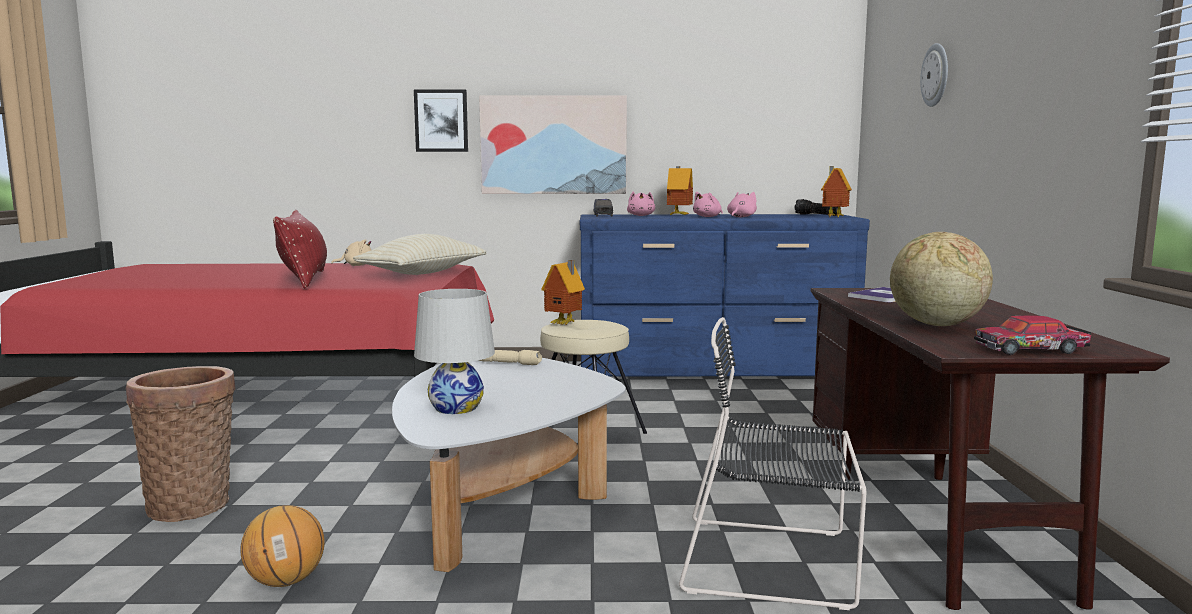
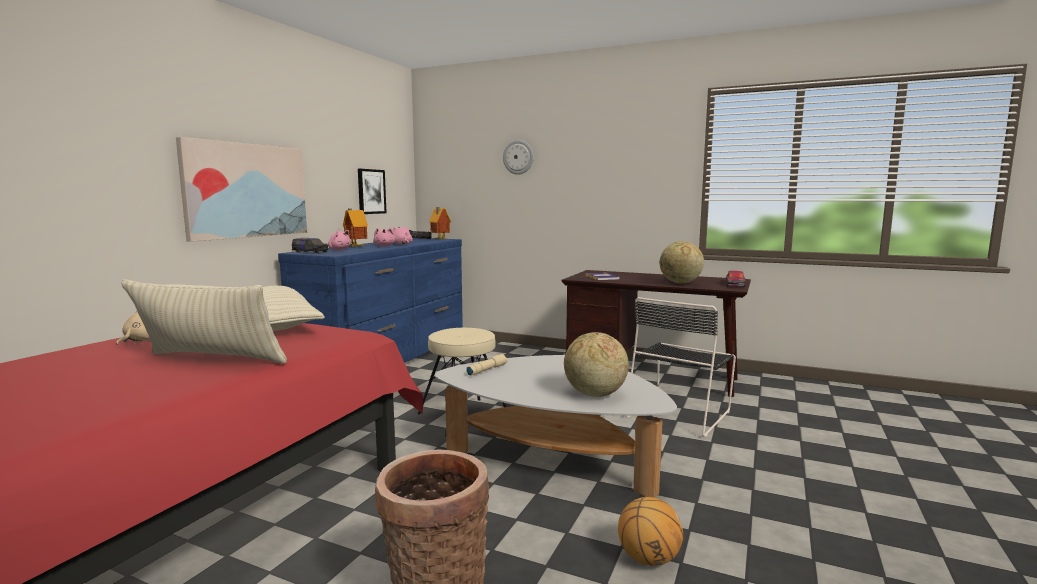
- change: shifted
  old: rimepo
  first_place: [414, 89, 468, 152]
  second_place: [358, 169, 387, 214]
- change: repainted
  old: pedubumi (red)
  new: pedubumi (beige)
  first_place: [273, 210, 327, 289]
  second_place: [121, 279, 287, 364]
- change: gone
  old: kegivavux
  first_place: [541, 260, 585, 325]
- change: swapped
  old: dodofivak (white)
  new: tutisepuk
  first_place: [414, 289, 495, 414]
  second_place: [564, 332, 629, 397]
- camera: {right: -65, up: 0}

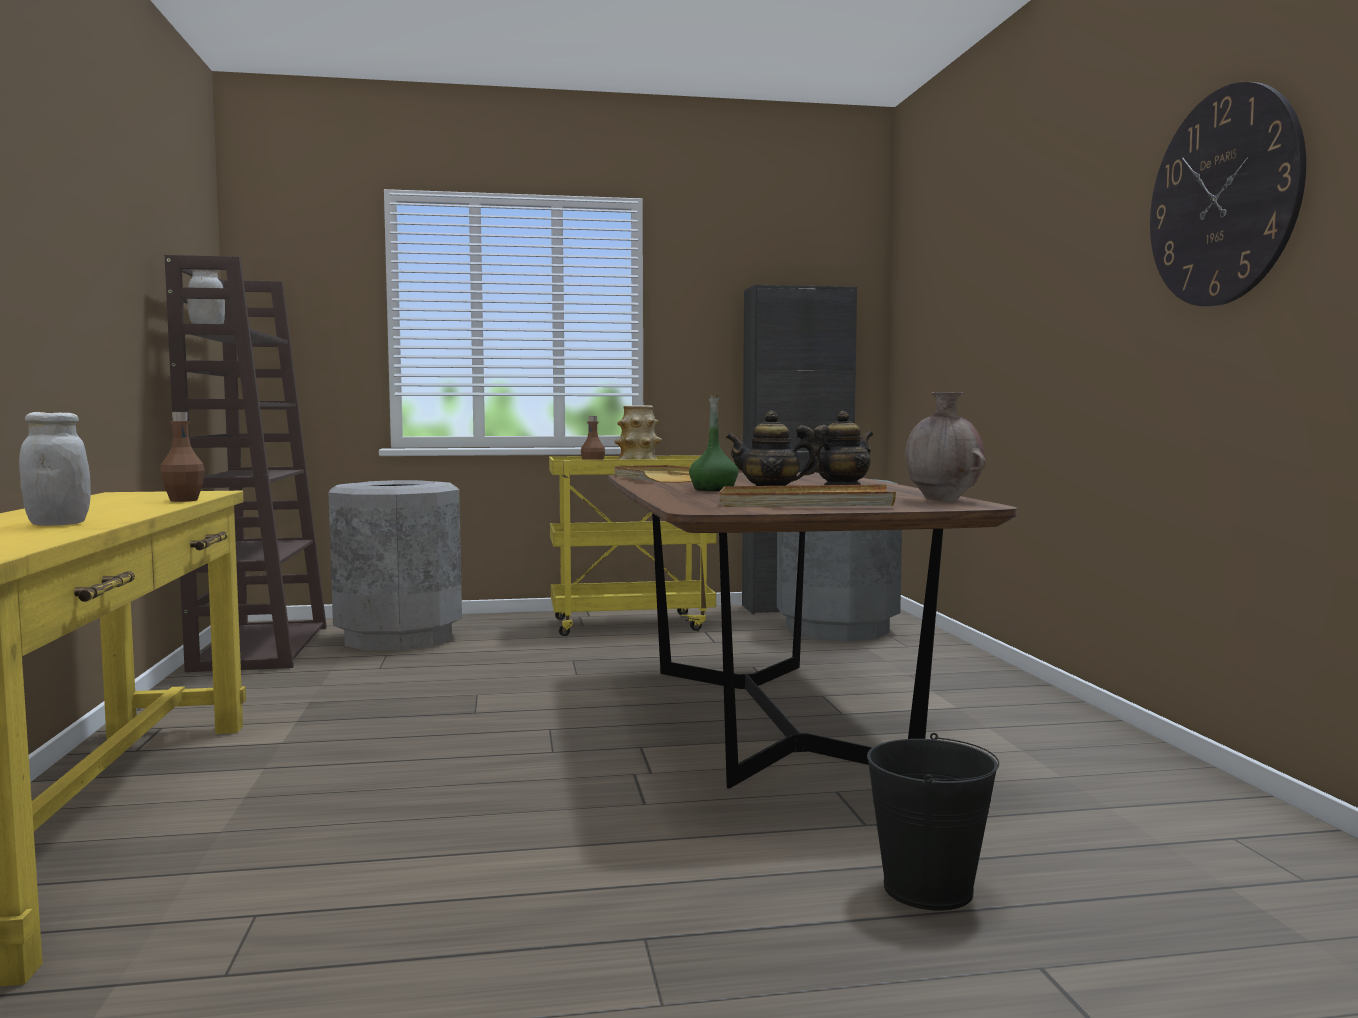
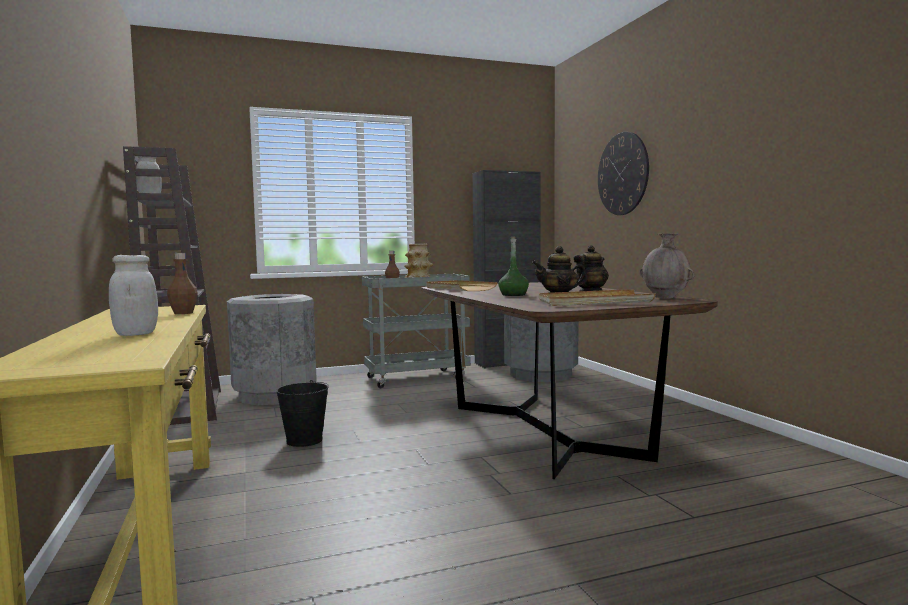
- change: shifted
  old: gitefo
  first_place: [1150, 82, 1306, 306]
  second_place: [598, 132, 649, 215]
- change: repainted
  old: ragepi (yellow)
  new: ragepi (grey)
  first_place: [549, 455, 717, 636]
  second_place: [362, 274, 471, 388]
- change: shifted
  old: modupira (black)
  first_place: [867, 733, 999, 911]
  second_place: [276, 380, 329, 447]
- camera: {right: -10, up: 0}

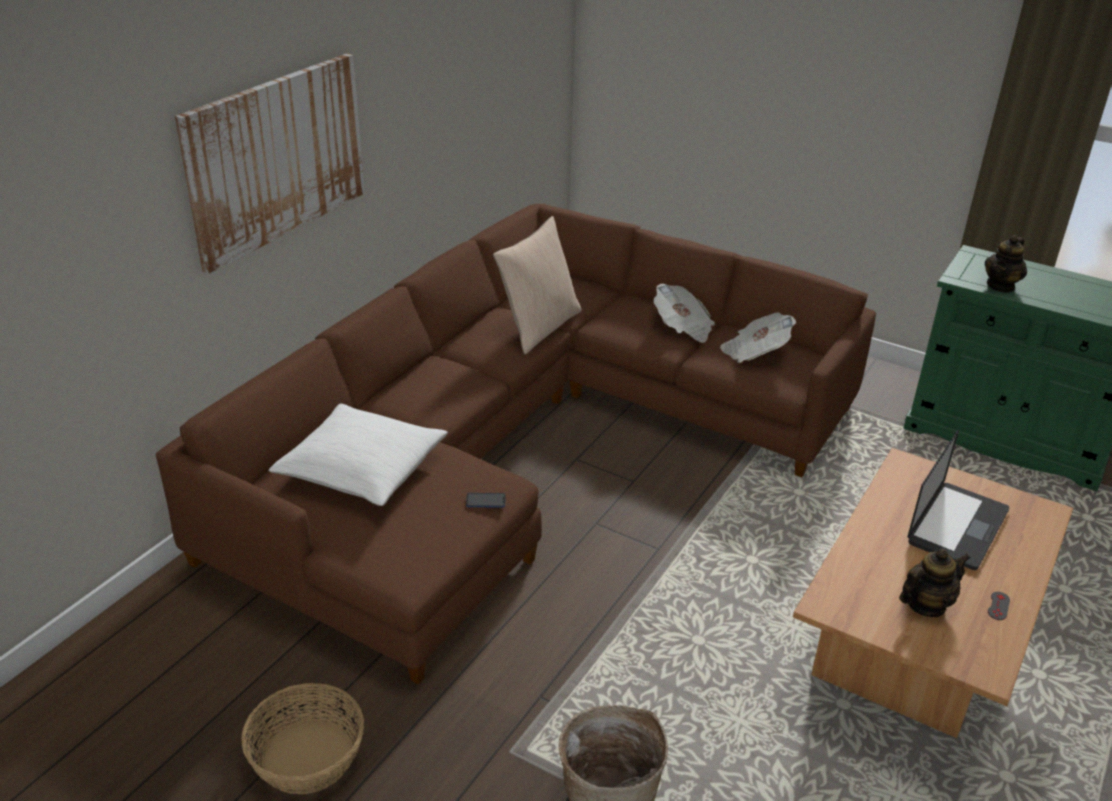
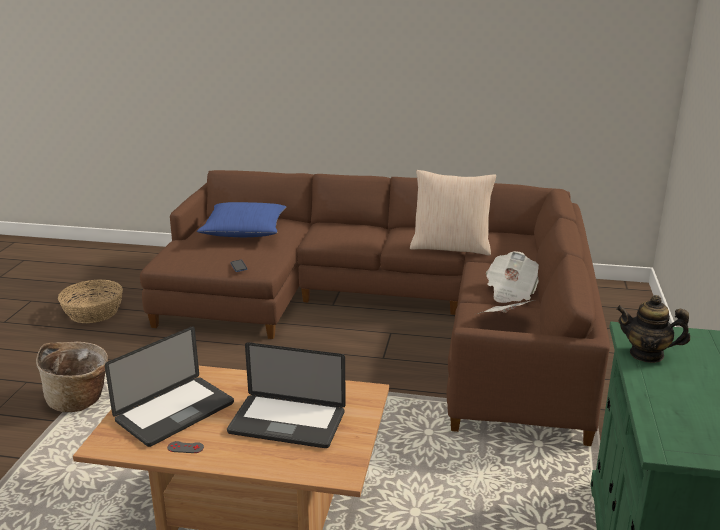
- change: gone
  old: rimepo
  first_place: [175, 53, 365, 274]
- change: repainted
  old: pedubumi (white)
  new: pedubumi (blue)
  first_place: [268, 404, 448, 506]
  second_place: [197, 202, 286, 237]
- change: swapped
  old: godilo
  new: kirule
  first_place: [899, 549, 970, 617]
  second_place: [105, 326, 234, 447]
- camera: {right: 70, up: -10}

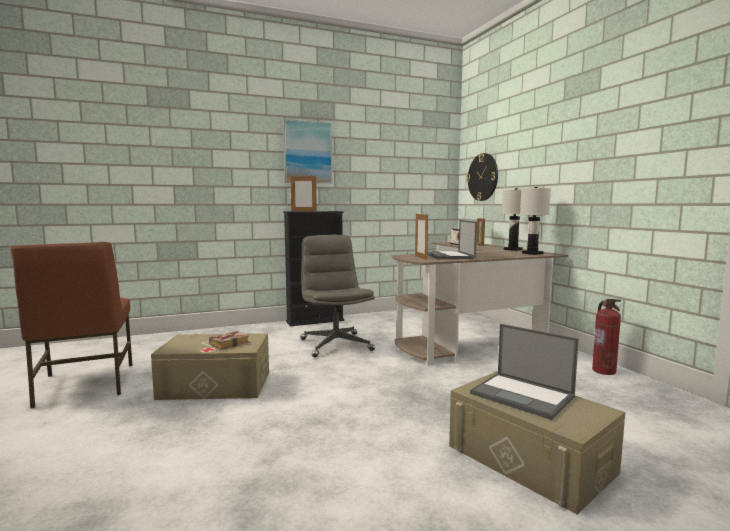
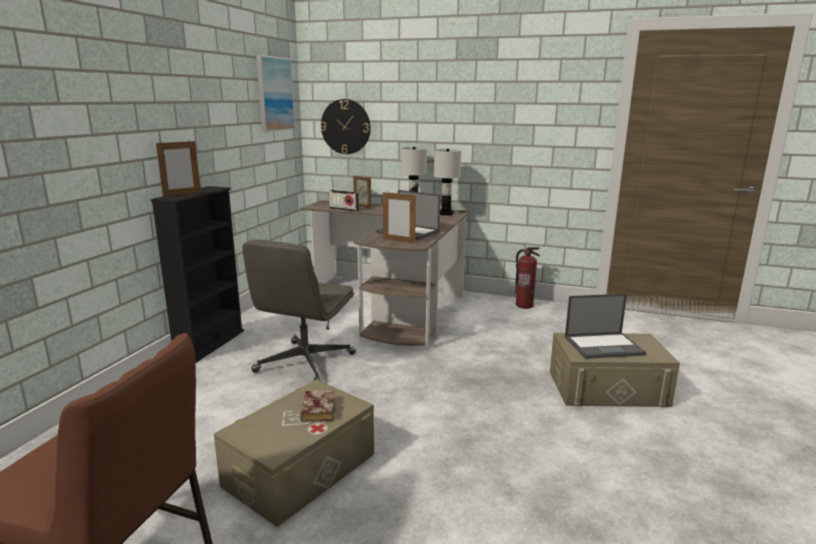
- change: shifted
  old: rimepo
  first_place: [283, 119, 332, 183]
  second_place: [256, 55, 295, 132]
- change: rotated
  old: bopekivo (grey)
  first_place: [301, 235, 375, 357]
  second_place: [242, 239, 356, 382]
  degrees: -90
- camera: {right: -50, up: 10}

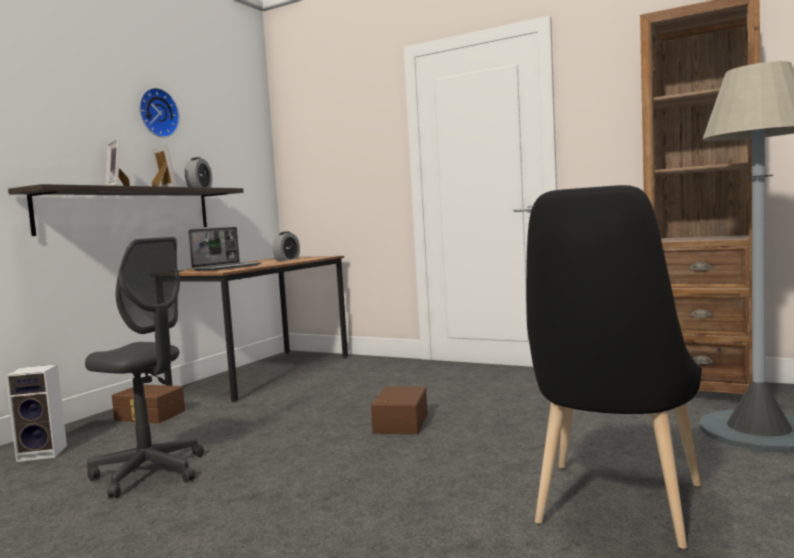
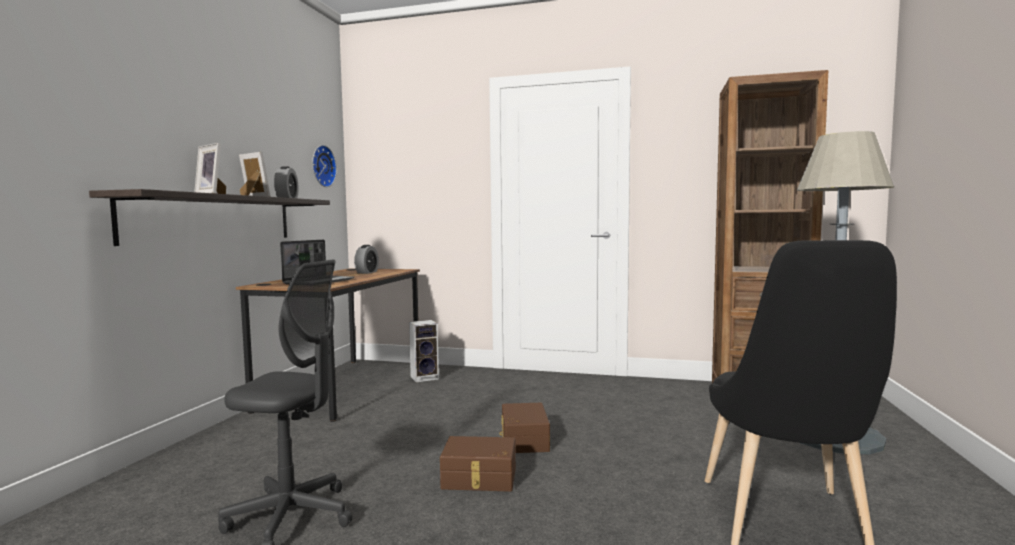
- change: shifted
  old: gitefo
  first_place: [139, 88, 180, 138]
  second_place: [312, 145, 337, 187]
- change: shifted
  old: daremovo
  first_place: [6, 364, 67, 462]
  second_place: [409, 320, 439, 382]
- change: shifted
  old: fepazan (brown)
  first_place: [112, 384, 185, 424]
  second_place: [440, 436, 516, 492]
- camera: {right: -15, up: 0}

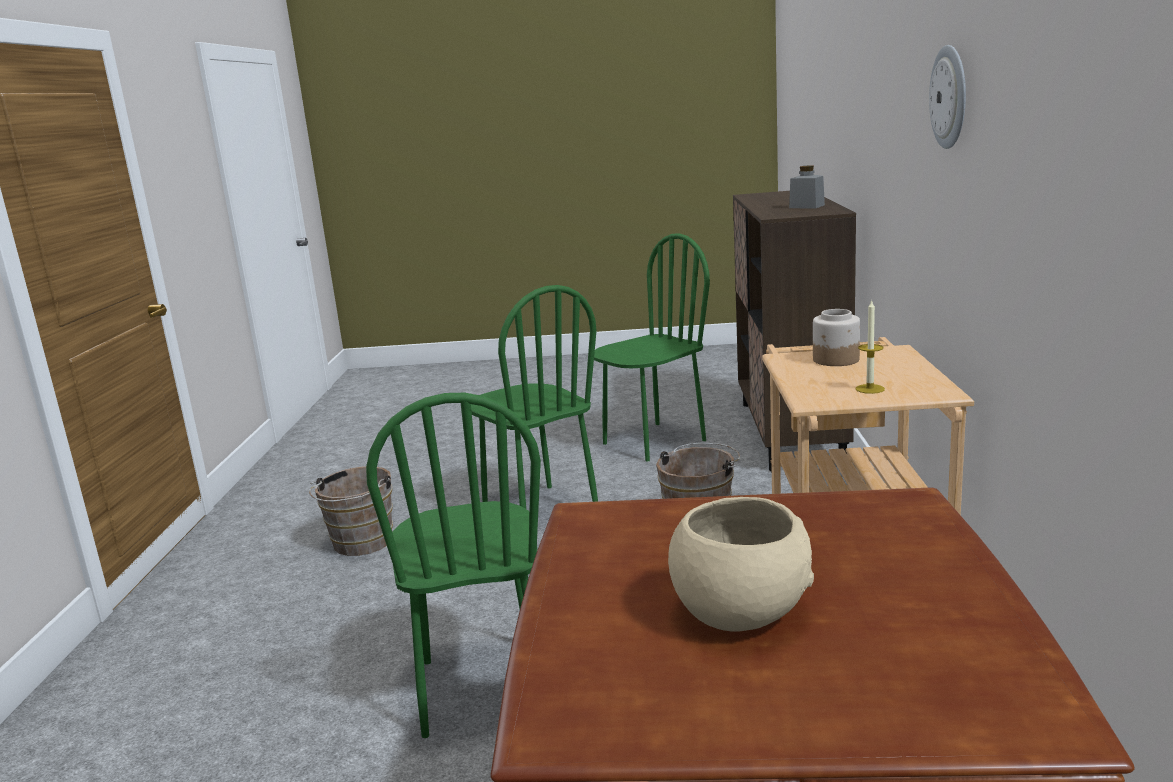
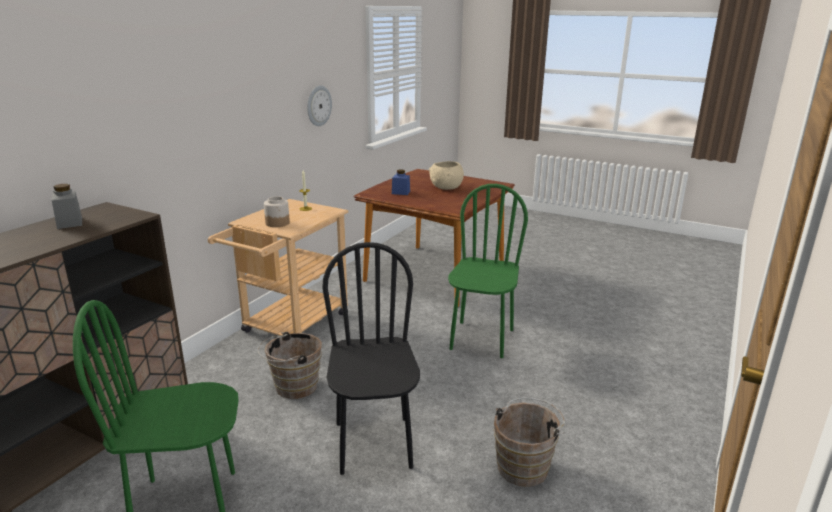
- change: shifted
  old: gitefo
  first_place: [929, 45, 966, 149]
  second_place: [307, 85, 332, 126]
- change: repainted
  old: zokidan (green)
  new: zokidan (black)
  first_place: [471, 285, 598, 509]
  second_place: [322, 242, 420, 475]
- change: new
  new: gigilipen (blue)
  second_place: [392, 169, 410, 195]
- camera: {right: -155, up: 5}

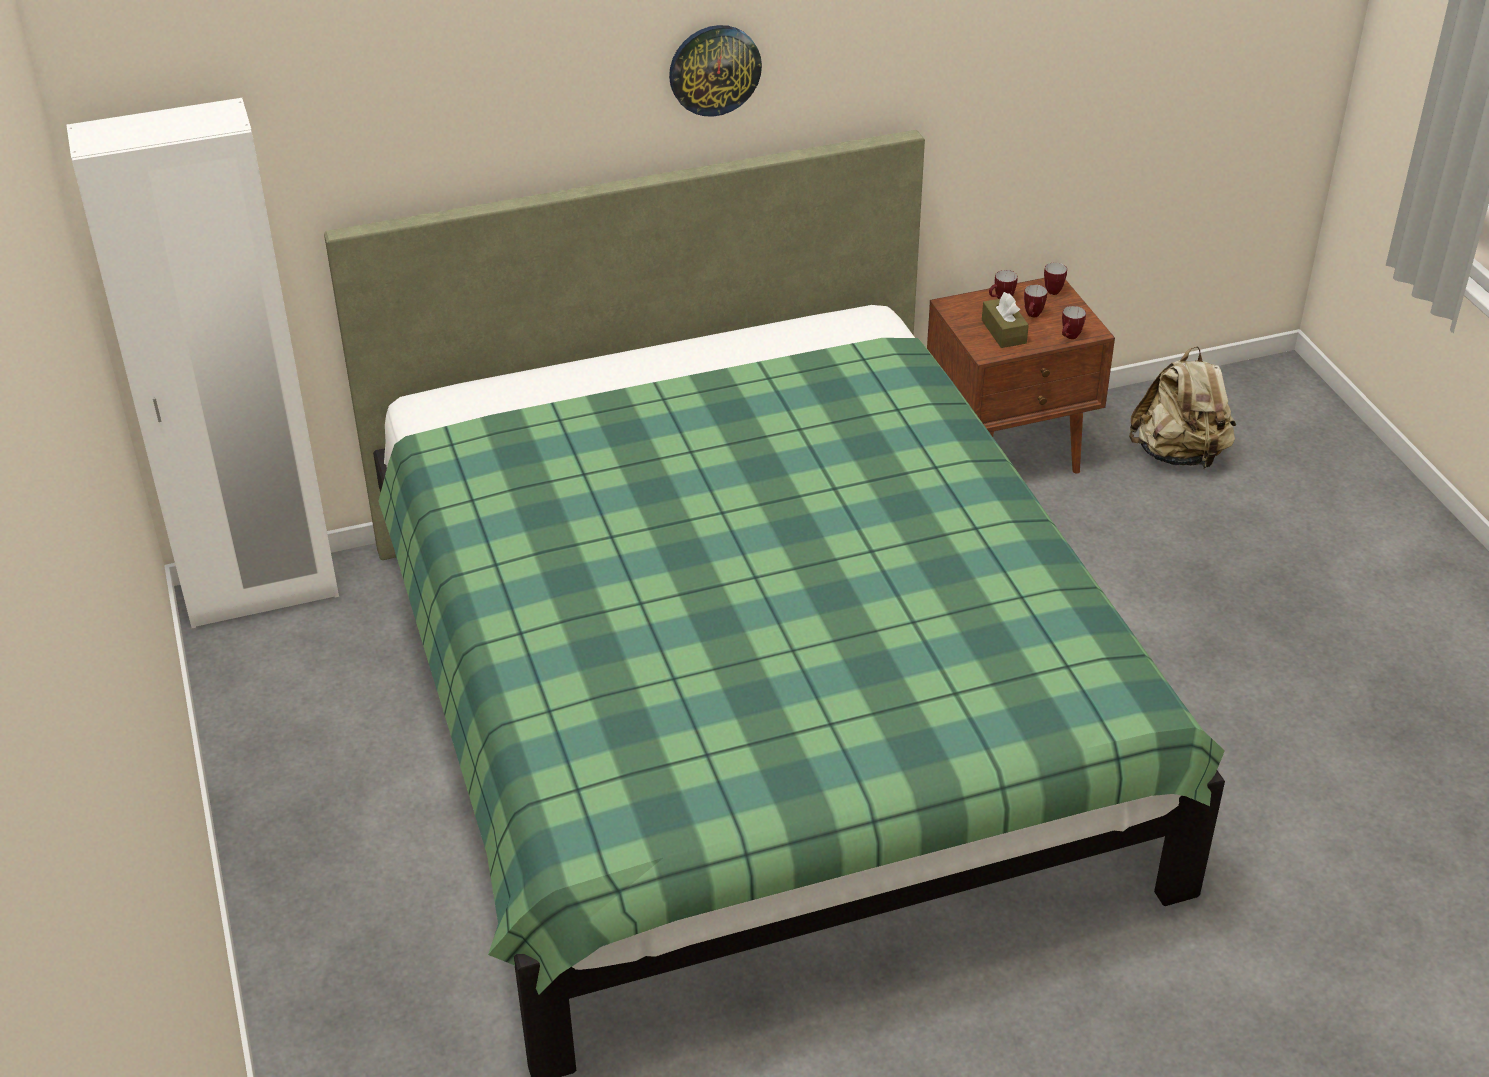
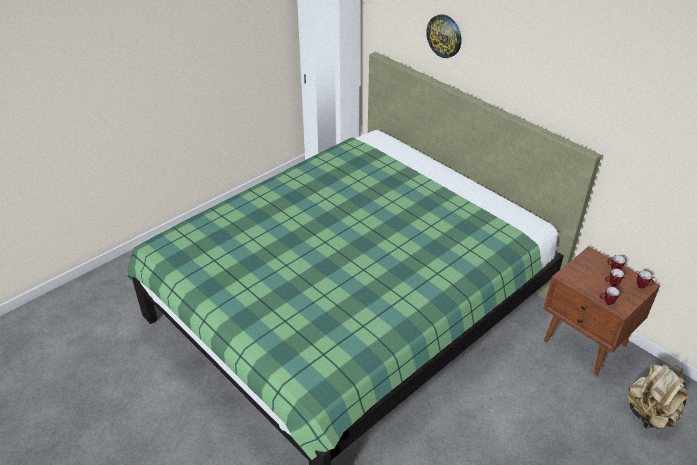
- change: shifted
  old: gitefo
  first_place: [669, 25, 762, 117]
  second_place: [426, 14, 461, 58]
- change: gone
  old: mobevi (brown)
  first_place: [982, 292, 1029, 348]
- camera: {right: 65, up: 0}

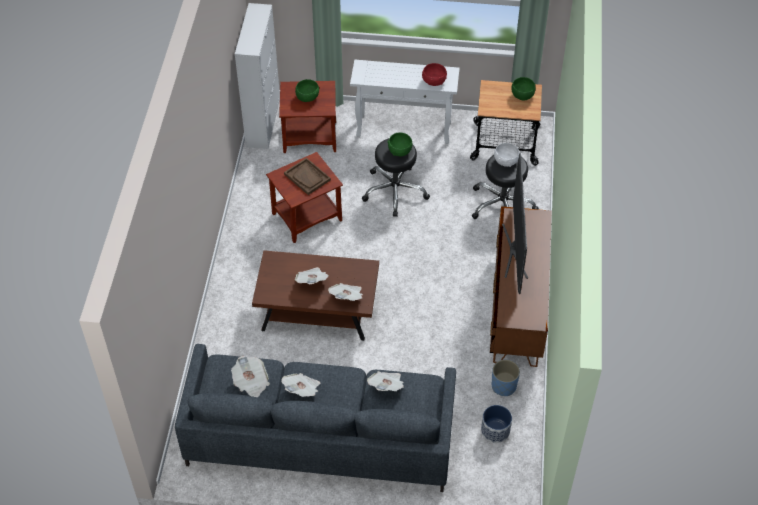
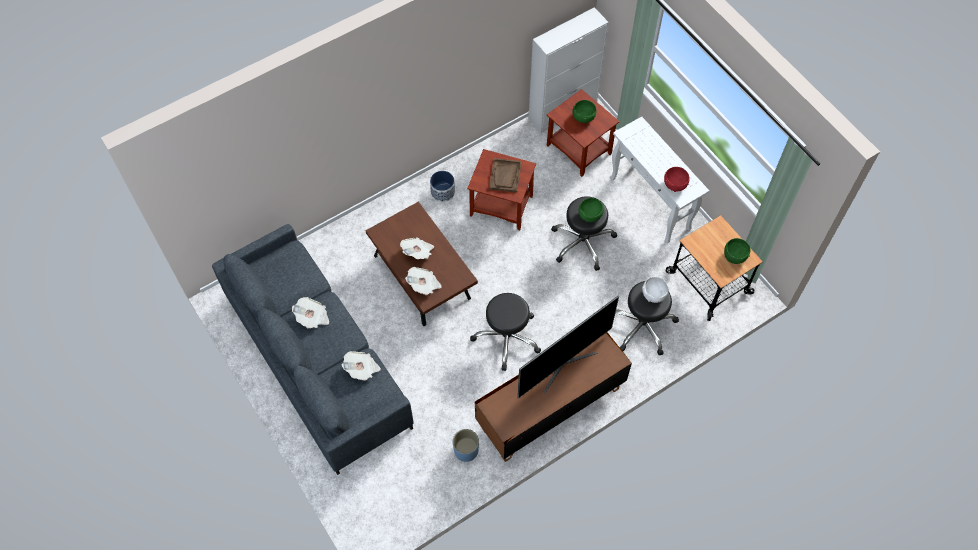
- change: gone
  old: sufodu
  first_place: [231, 356, 270, 397]
- change: shifted
  old: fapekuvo
  first_place: [481, 405, 512, 443]
  second_place: [430, 171, 455, 202]
- change: new
  new: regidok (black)
  second_place: [470, 293, 541, 371]
- camera: {right: 50, up: 10}

